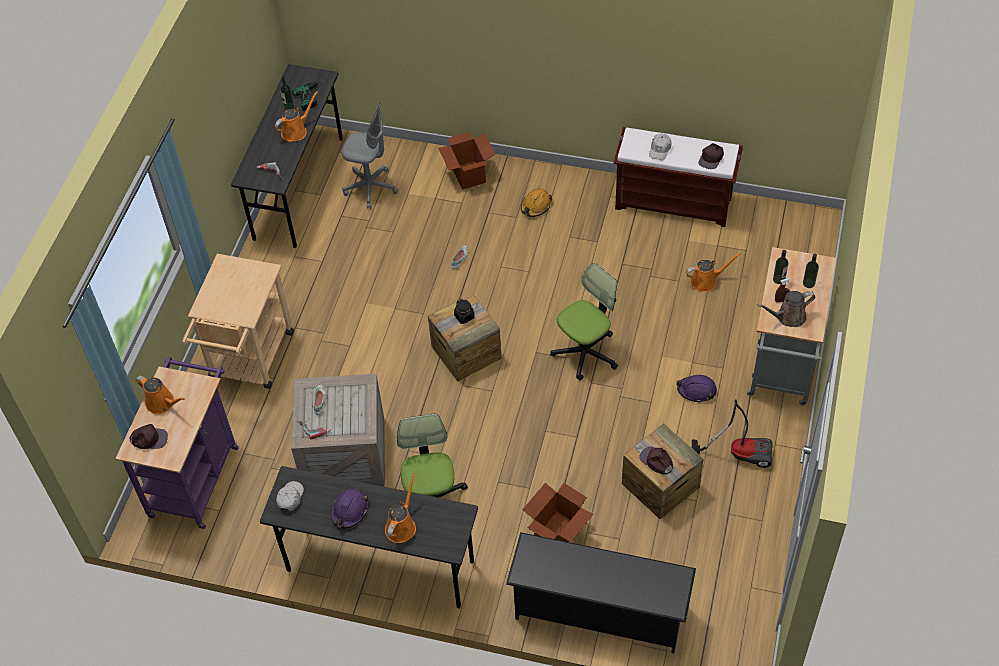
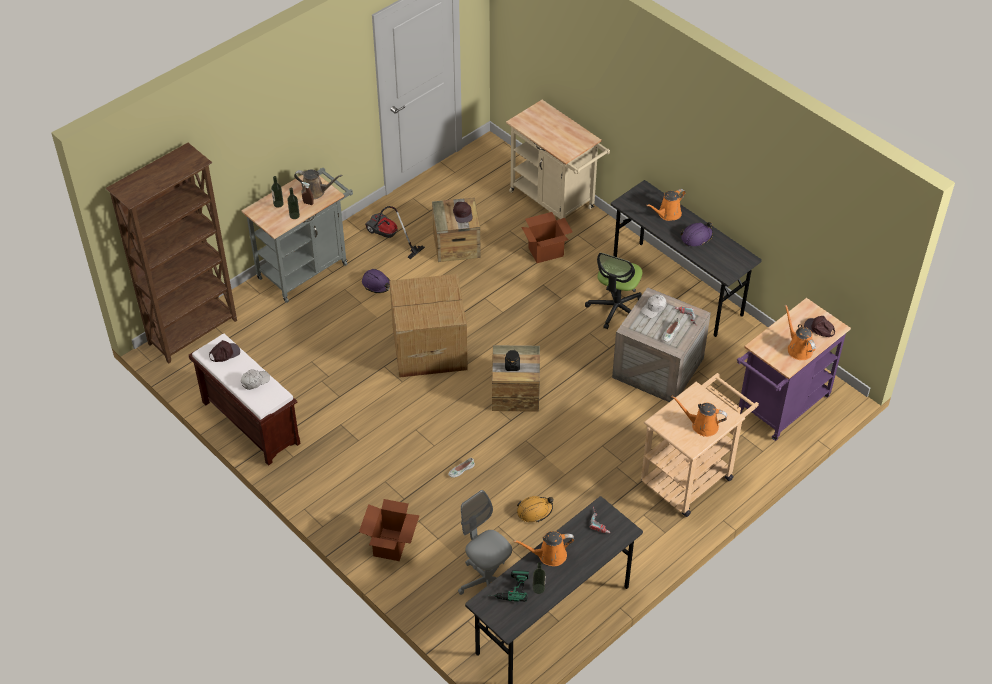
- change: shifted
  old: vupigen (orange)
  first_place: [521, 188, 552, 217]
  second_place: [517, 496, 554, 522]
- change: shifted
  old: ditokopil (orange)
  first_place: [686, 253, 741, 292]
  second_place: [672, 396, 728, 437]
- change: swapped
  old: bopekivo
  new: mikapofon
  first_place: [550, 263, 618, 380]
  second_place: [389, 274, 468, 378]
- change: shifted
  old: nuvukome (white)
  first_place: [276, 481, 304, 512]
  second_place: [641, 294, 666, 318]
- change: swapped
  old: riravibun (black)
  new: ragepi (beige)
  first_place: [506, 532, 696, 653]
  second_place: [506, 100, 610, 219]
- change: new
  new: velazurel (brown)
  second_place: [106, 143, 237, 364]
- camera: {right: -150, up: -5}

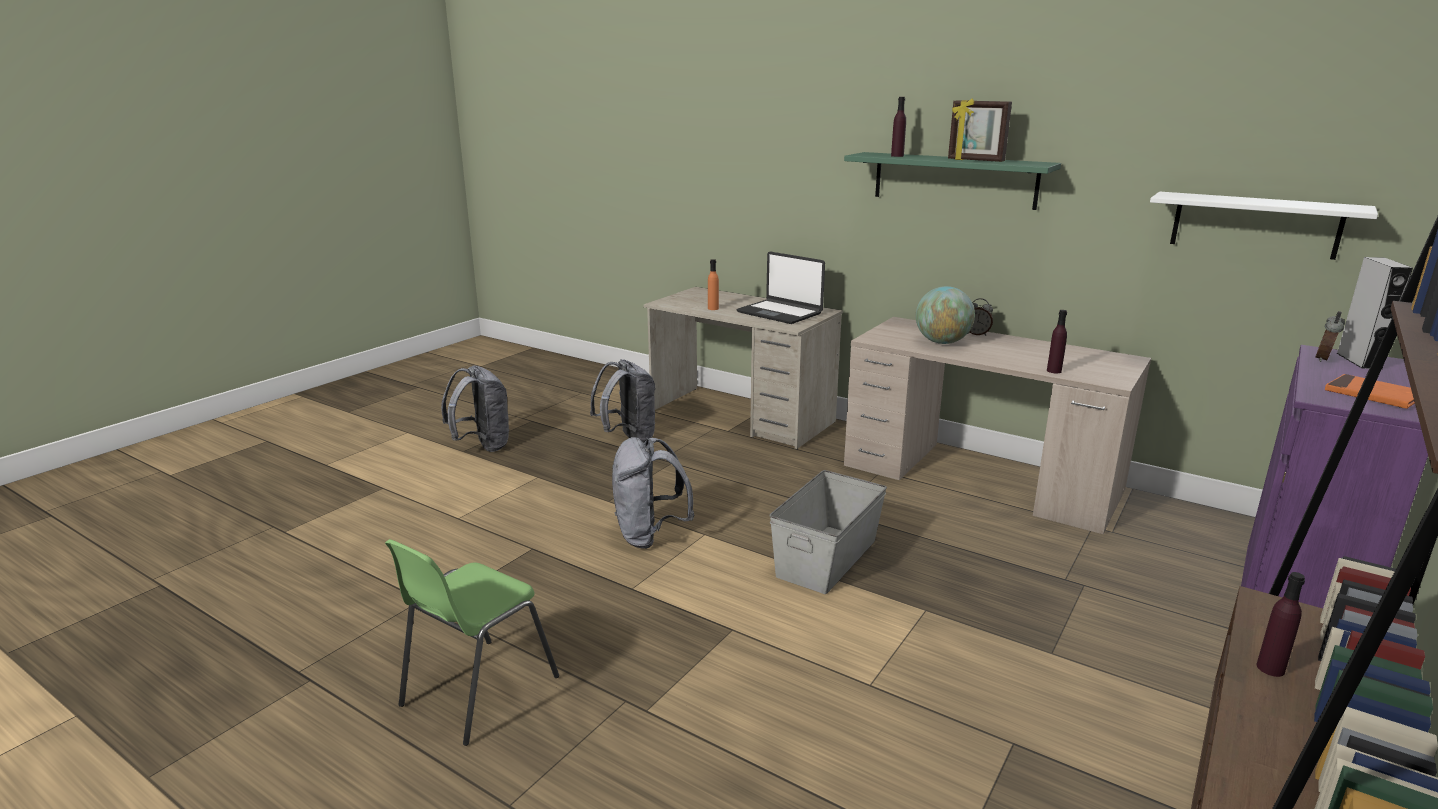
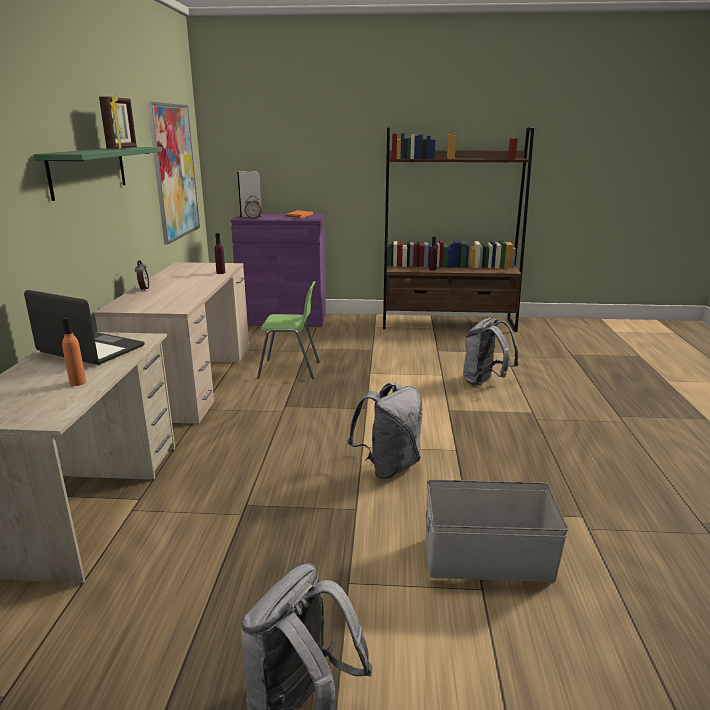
- change: gone
  old: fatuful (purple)
  first_place: [891, 97, 906, 157]
- change: swapped
  old: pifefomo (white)
  new: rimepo
  first_place: [1150, 192, 1378, 260]
  second_place: [147, 102, 200, 244]
- change: rotated
  old: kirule
  first_place: [736, 252, 825, 324]
  second_place: [24, 290, 145, 365]
  degrees: -75
- change: gone
  old: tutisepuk
  first_place: [916, 286, 975, 344]
- change: shifted
  old: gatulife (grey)
  first_place: [590, 359, 656, 443]
  second_place: [463, 318, 519, 386]
- change: shifted
  old: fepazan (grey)
  first_place: [769, 470, 887, 594]
  second_place: [425, 480, 569, 582]
- change: shifted
  old: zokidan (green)
  first_place: [385, 539, 559, 746]
  second_place: [257, 281, 320, 379]
- camera: {right: -120, up: 0}

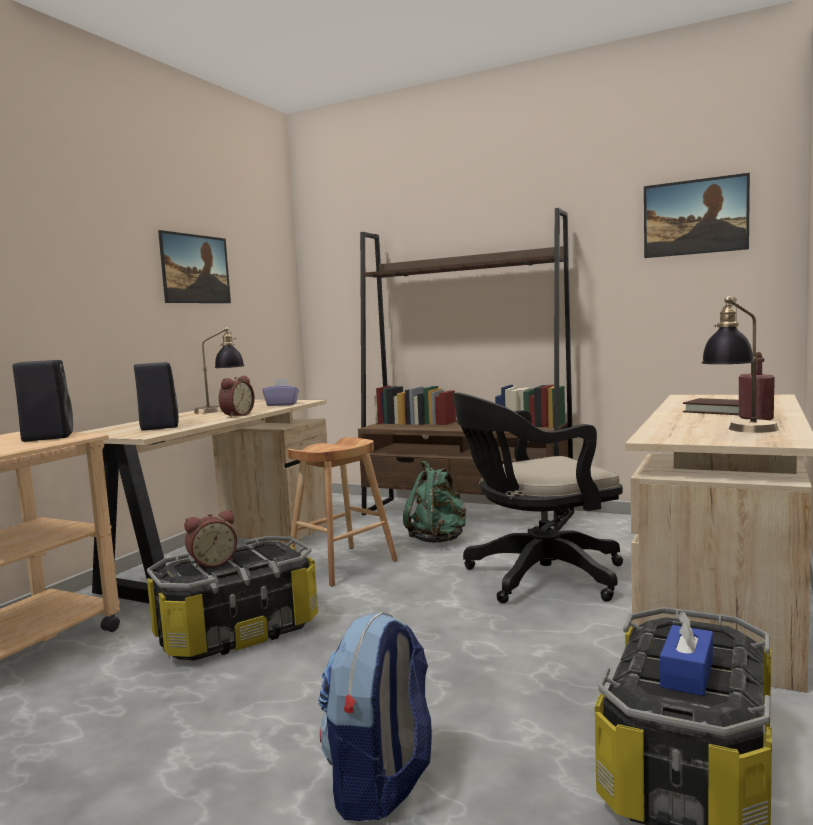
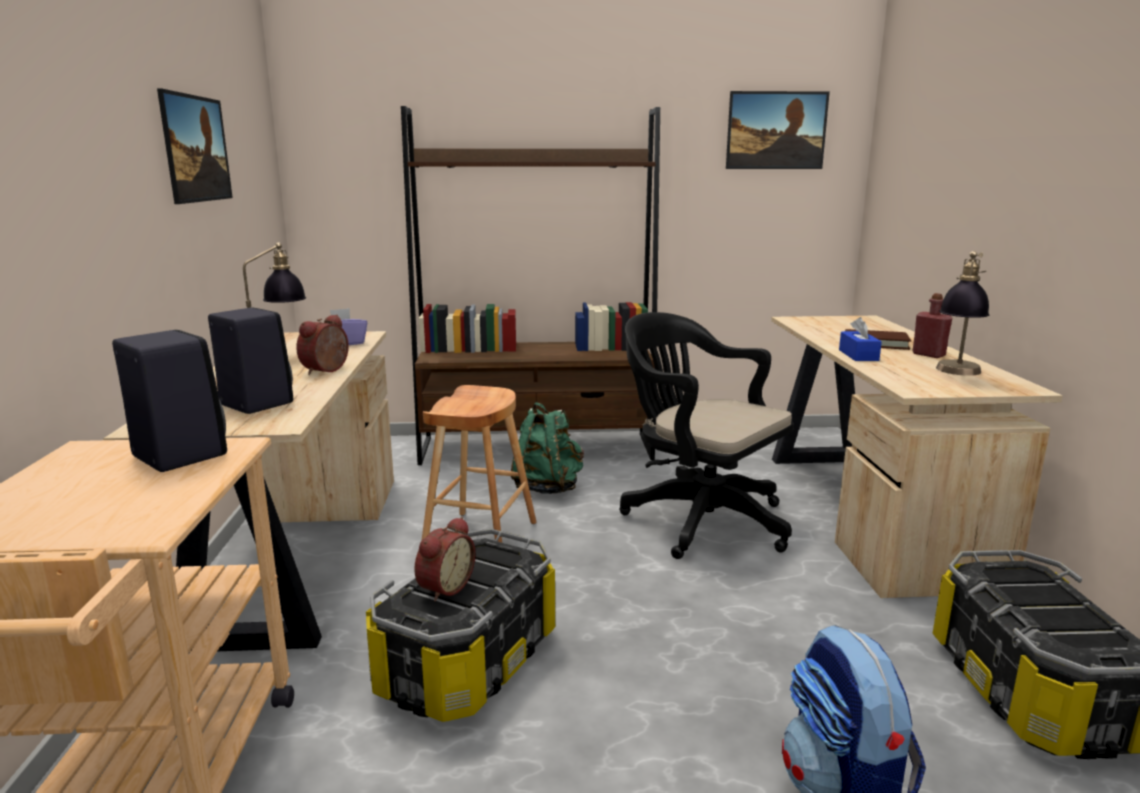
- change: rotated
  old: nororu
  first_place: [219, 376, 255, 418]
  second_place: [296, 314, 349, 375]
  degrees: -150
- change: rotated
  old: bopekivo (black)
  first_place: [452, 393, 623, 603]
  second_place: [619, 312, 794, 559]
  degrees: 90
- change: shifted
  old: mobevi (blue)
  first_place: [660, 611, 713, 696]
  second_place: [839, 317, 882, 361]
- camera: {right: -30, up: 10}

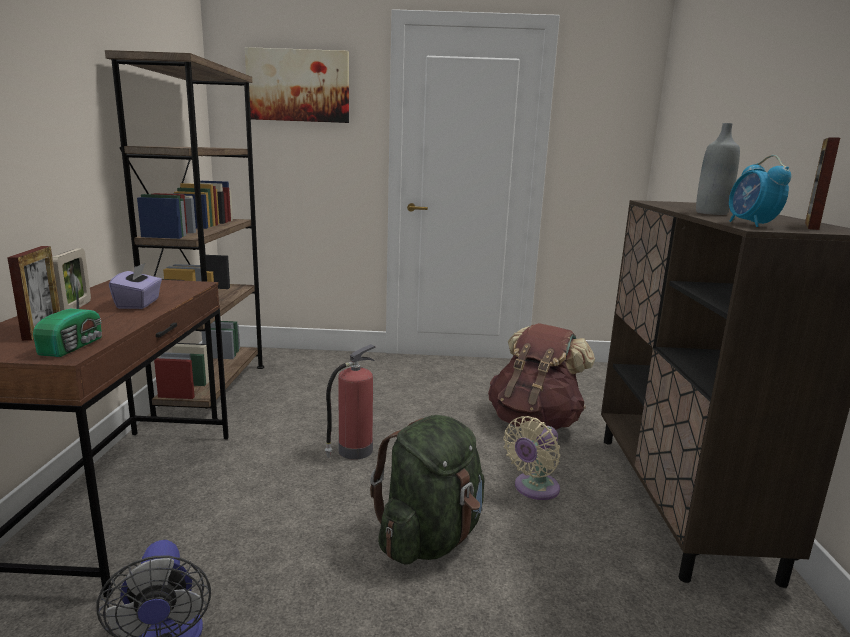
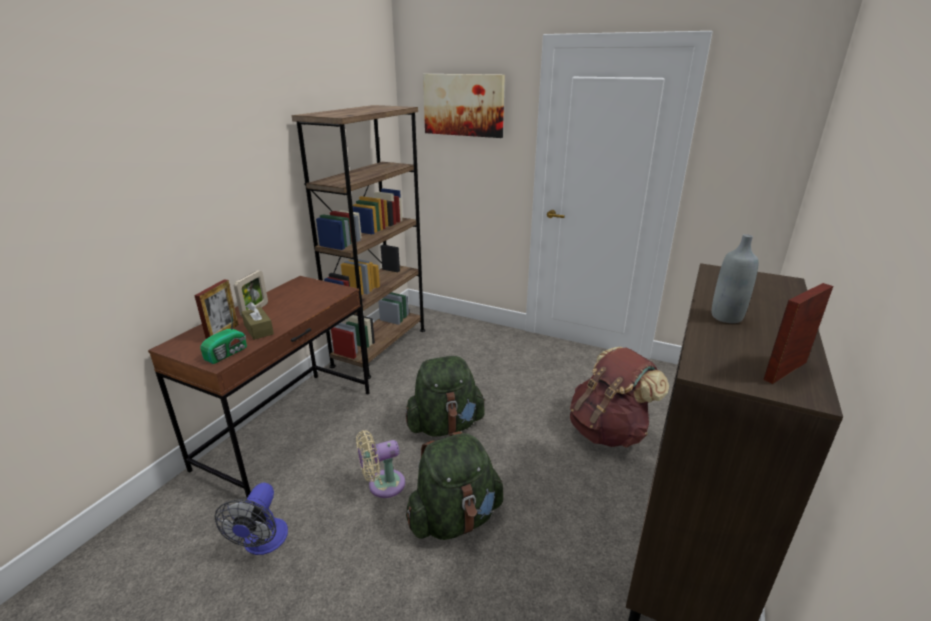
- change: gone
  old: nororu
  first_place: [729, 155, 791, 227]
- change: gone
  old: mobevi (purple)
  first_place: [109, 263, 162, 309]
- change: swapped
  old: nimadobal
  new: gatulife (green)
  first_place: [325, 344, 376, 460]
  second_place: [405, 356, 486, 436]
- change: shifted
  old: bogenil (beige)
  first_place: [503, 416, 560, 500]
  second_place: [356, 430, 405, 498]
- change: new
  new: mobevi (brown)
  second_place: [241, 302, 274, 340]
- camera: {right: 25, up: 10}

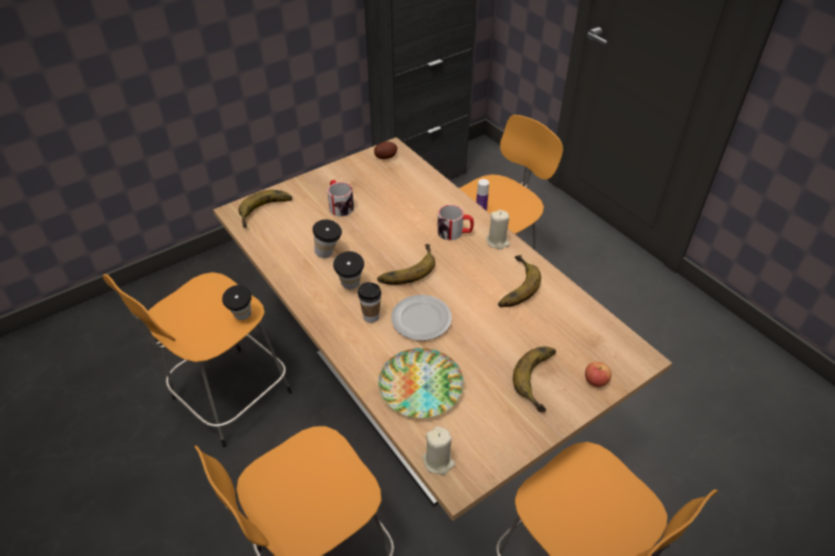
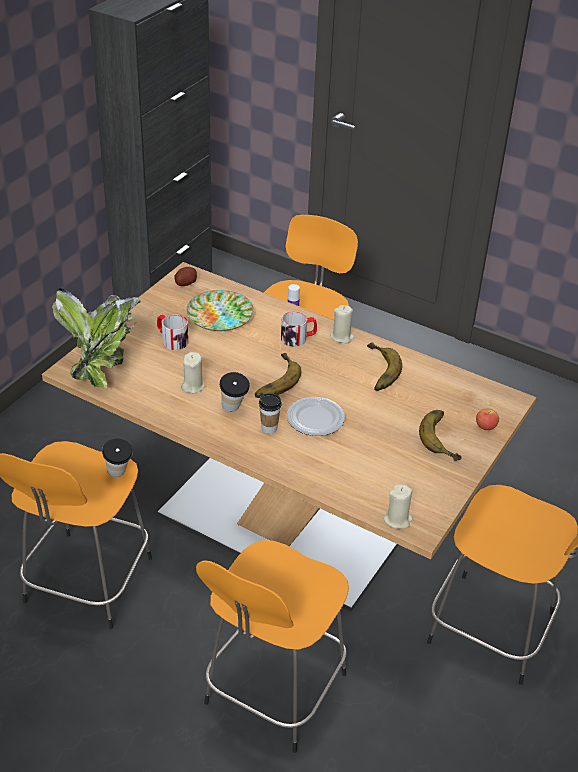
- change: swapped
  old: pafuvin
  new: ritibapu
  first_place: [238, 190, 292, 228]
  second_place: [52, 288, 141, 388]
- change: swapped
  old: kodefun
  new: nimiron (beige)
  first_place: [313, 219, 342, 258]
  second_place: [181, 352, 205, 394]
- change: shifted
  old: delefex
  first_place: [378, 348, 464, 418]
  second_place: [186, 290, 254, 331]
- camera: {right: -25, up: -5}

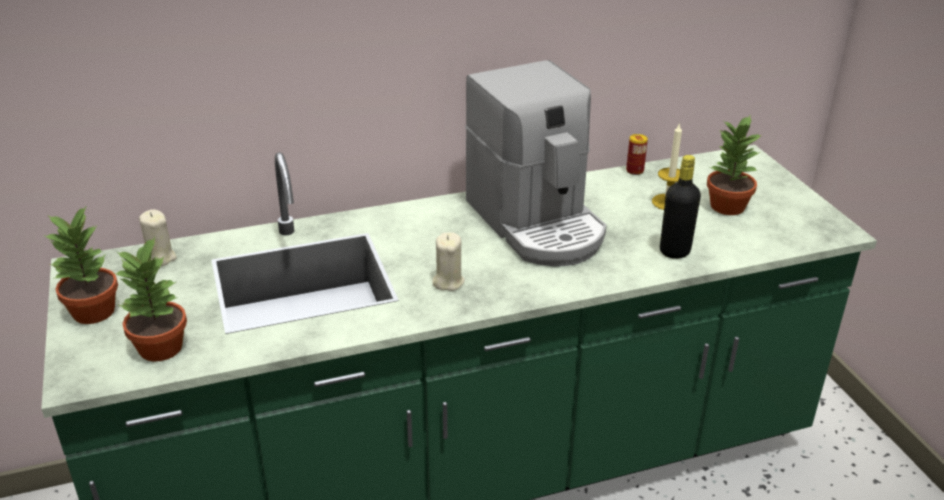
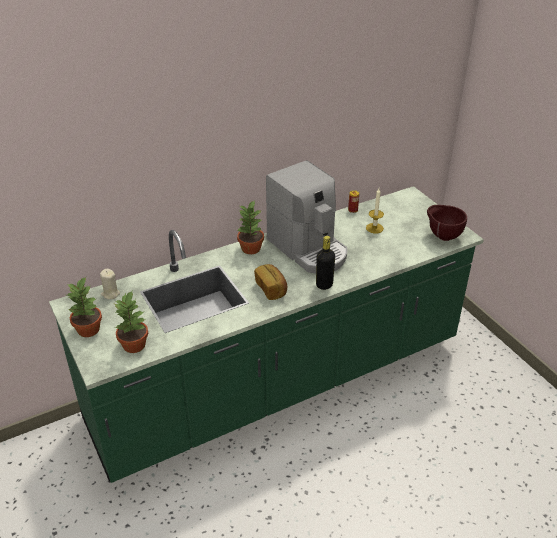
- change: shifted
  old: ritibapu
  first_place: [707, 115, 762, 215]
  second_place: [237, 200, 264, 254]
- change: shifted
  old: fatuful (black)
  first_place: [660, 155, 701, 259]
  second_place: [316, 236, 335, 290]
- change: swapped
  old: nimiron (beige)
  new: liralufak
  first_place: [432, 232, 465, 291]
  second_place: [254, 264, 287, 300]
- change: new
  new: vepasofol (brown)
  second_place: [427, 205, 467, 241]
- camera: {right: -10, up: 5}

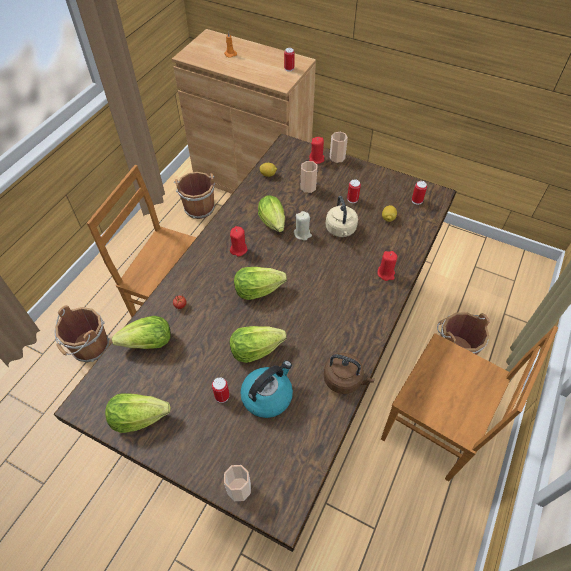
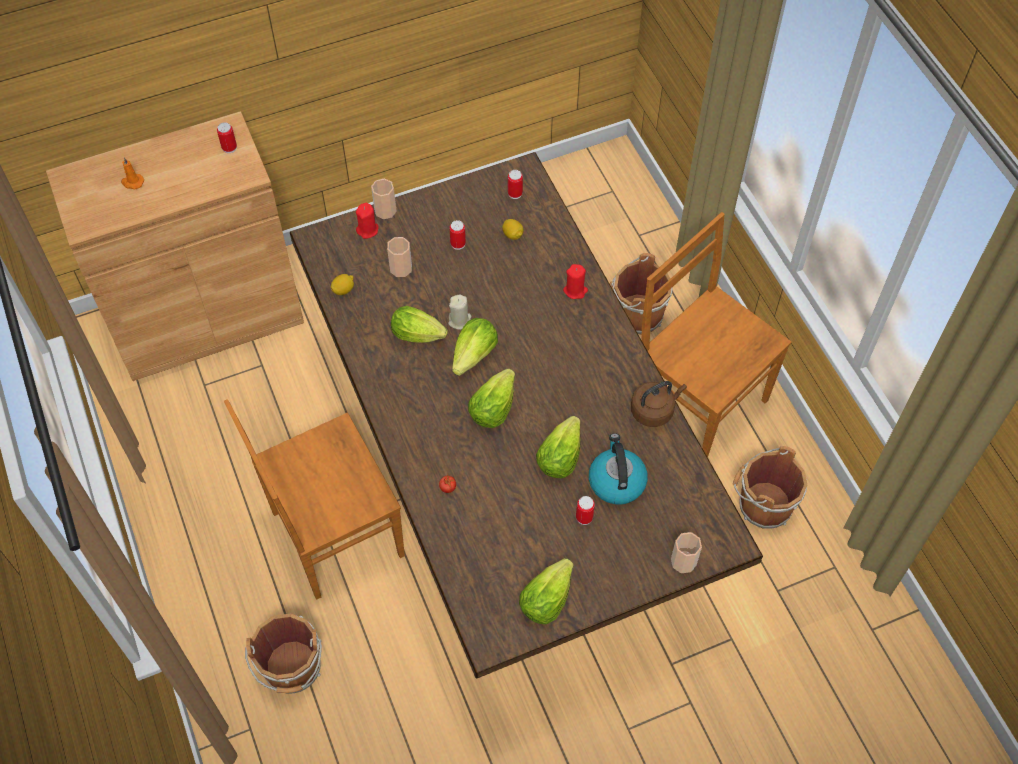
- change: shifted
  old: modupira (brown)
  first_place: [174, 172, 215, 219]
  second_place: [733, 446, 807, 529]
- change: gone
  old: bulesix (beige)
  first_place: [326, 196, 358, 237]
- change: gone
  old: nimiron (red)
  first_place: [230, 226, 248, 256]
- change: shifted
  old: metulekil
  first_place: [112, 316, 171, 349]
  second_place: [452, 318, 498, 376]
- change: rotated
  old: zokidan (brown)
  first_place: [381, 326, 558, 481]
  second_place: [641, 212, 791, 457]
  degrees: -120
- camera: {right: -50, up: 5}

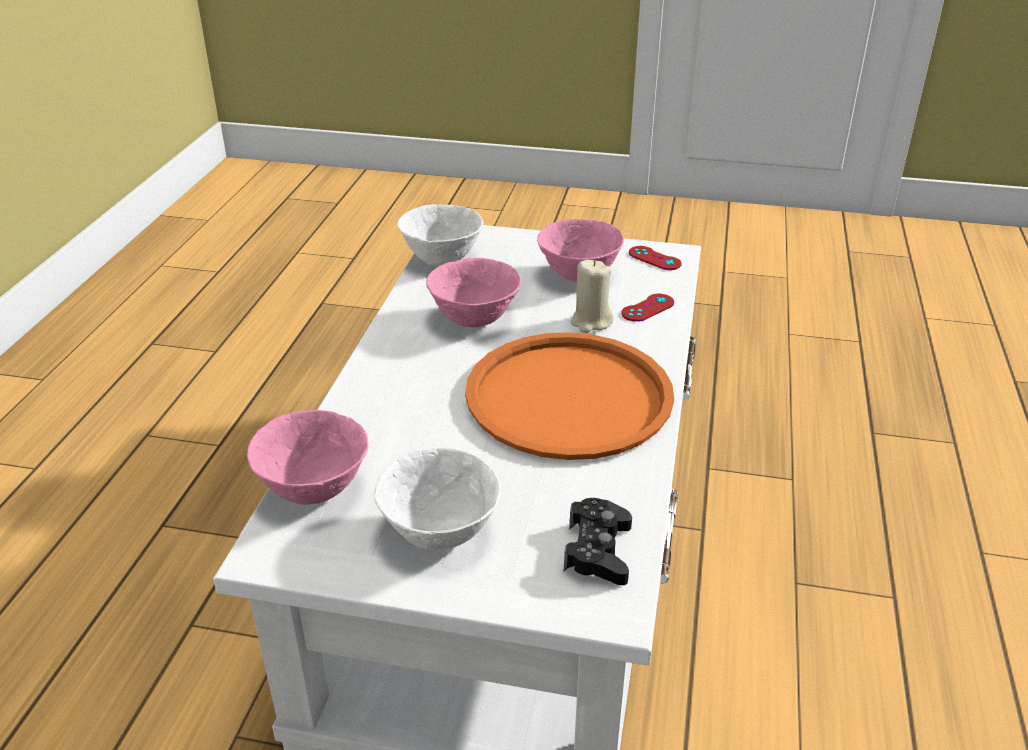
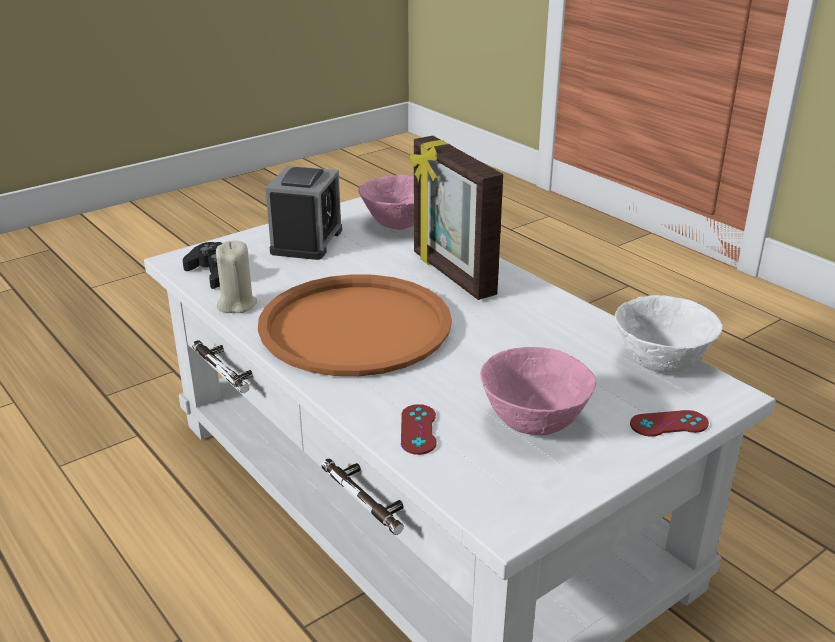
- change: shifted
  old: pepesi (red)
  first_place: [629, 246, 682, 270]
  second_place: [630, 410, 709, 437]
- change: gone
  old: vepasofol (pink)
  first_place: [426, 258, 521, 327]
- change: shifted
  old: nimiron (beige)
  first_place: [571, 260, 613, 333]
  second_place: [216, 240, 257, 313]
- change: swapped
  old: vepasofol (white)
  new: nororu
  first_place: [374, 448, 501, 550]
  second_place: [265, 166, 342, 260]
- change: new
  new: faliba
  second_place: [410, 136, 503, 300]
- camera: {right: 130, up: -5}

